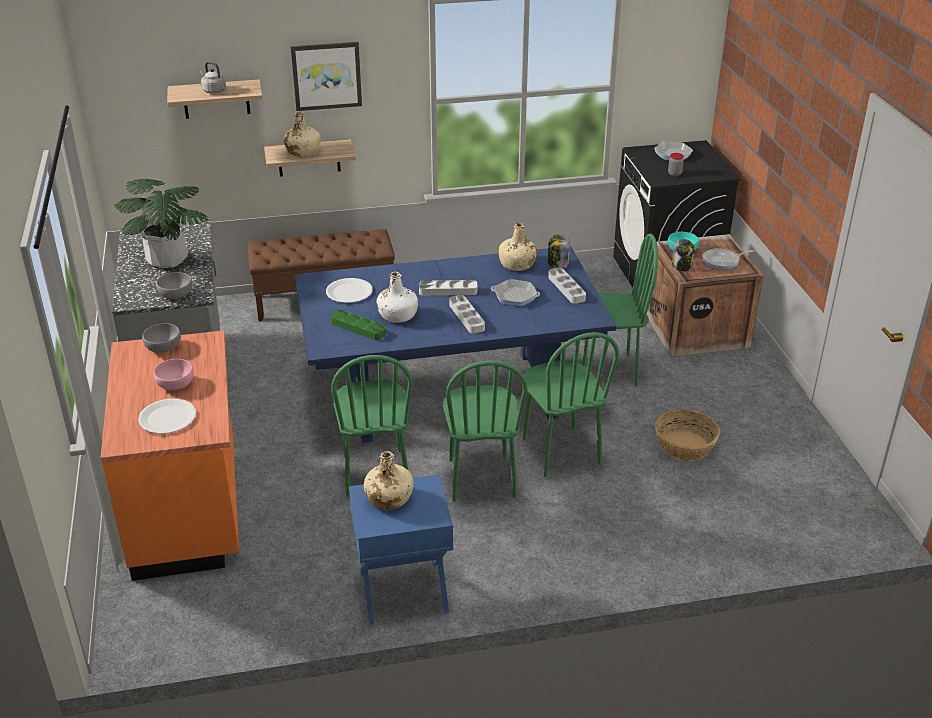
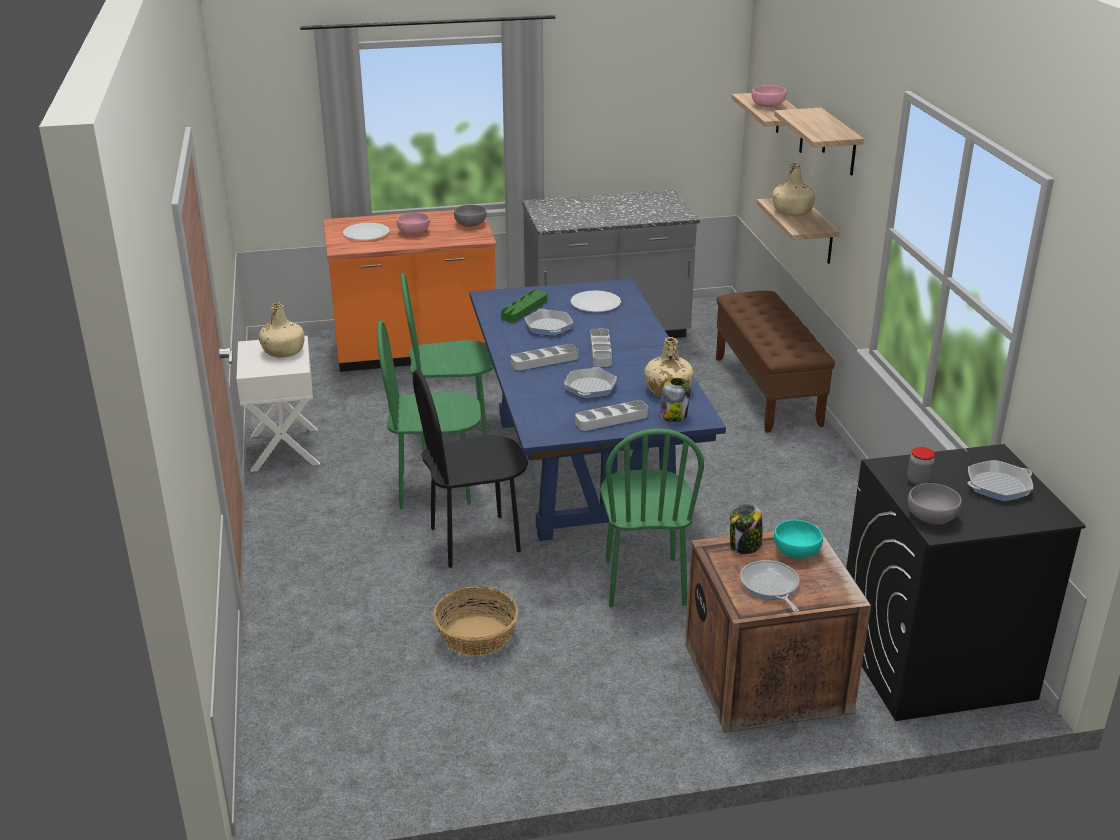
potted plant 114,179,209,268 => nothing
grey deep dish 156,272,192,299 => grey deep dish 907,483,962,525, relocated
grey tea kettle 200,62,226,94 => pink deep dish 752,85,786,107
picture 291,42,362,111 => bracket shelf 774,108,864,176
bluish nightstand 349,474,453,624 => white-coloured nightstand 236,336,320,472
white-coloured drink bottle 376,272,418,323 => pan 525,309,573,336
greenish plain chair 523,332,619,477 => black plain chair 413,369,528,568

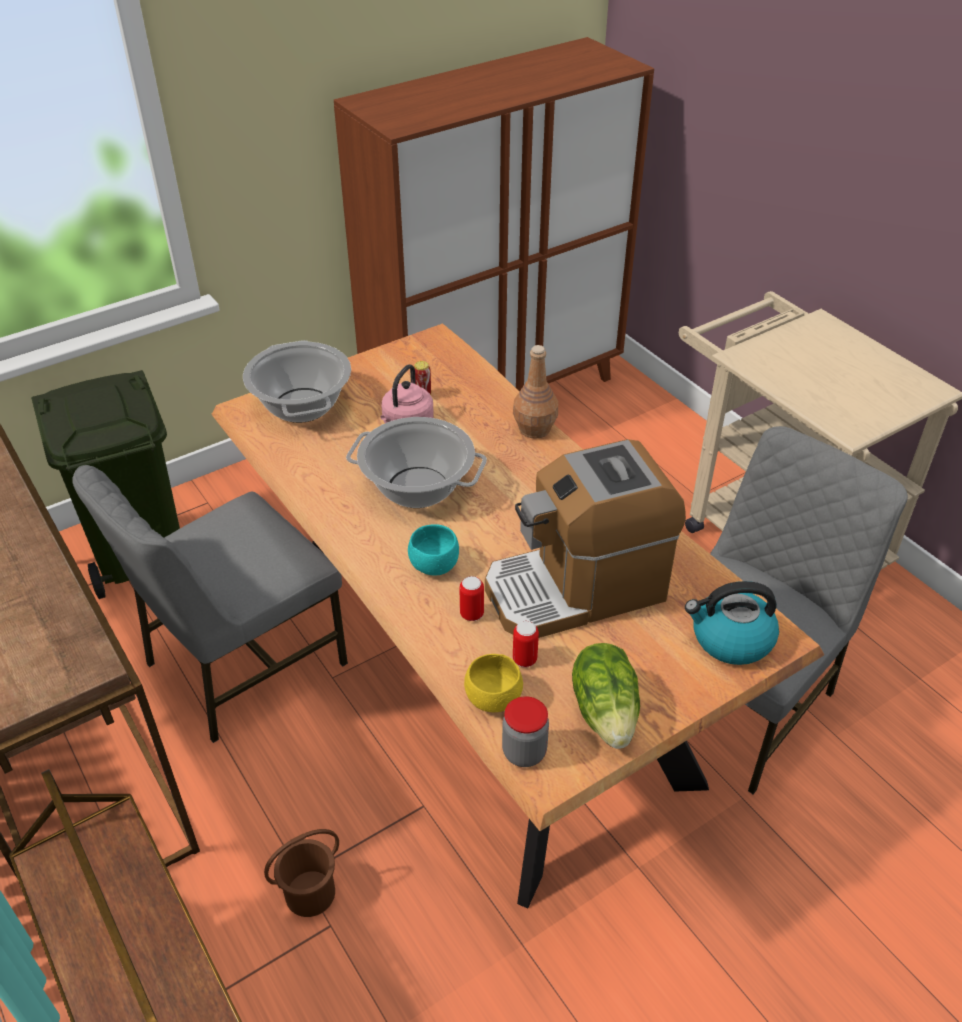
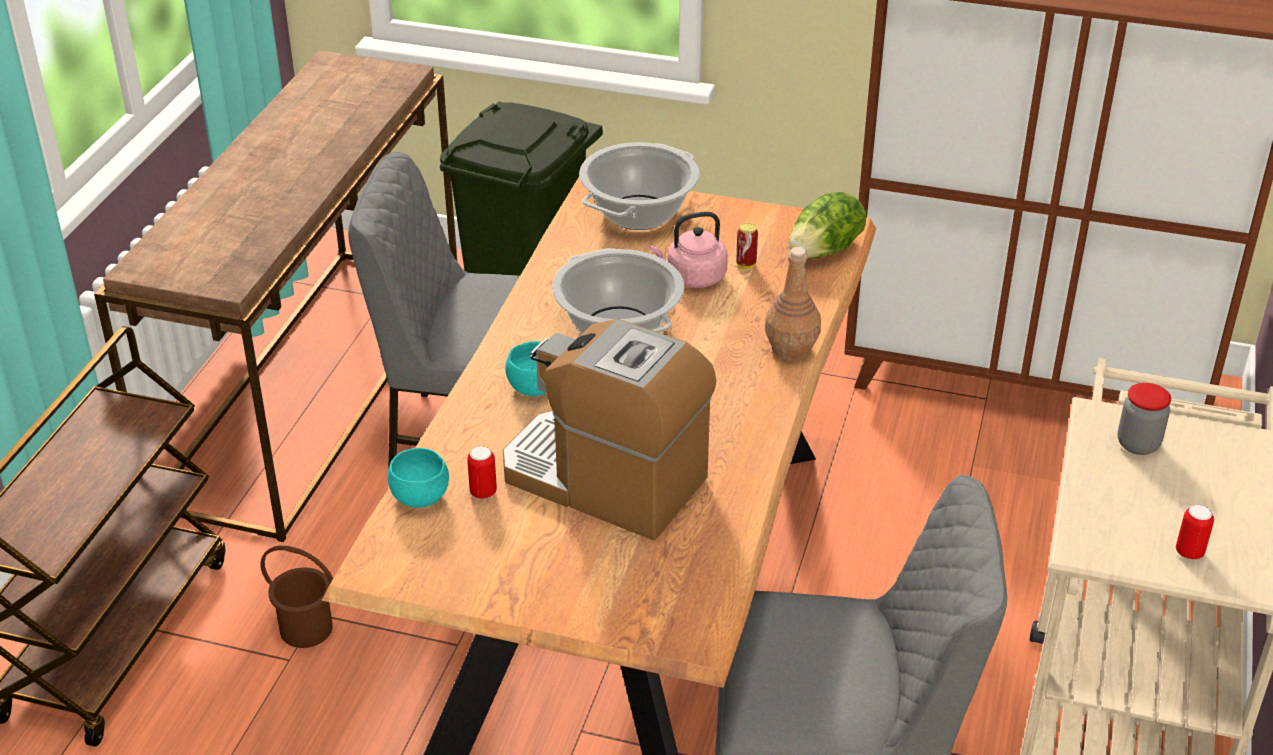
sealed can 459,576,484,621 => sealed can 1176,505,1214,560, relocated
yellow-coloured deep dish 464,654,523,712 => blue-green deep dish 388,448,449,508
jar 502,696,549,767 => jar 1118,383,1171,455, relocated
head of lettuce 572,643,640,749 => head of lettuce 789,192,866,258, relocated
tea kettle 685,581,779,665 => nothing

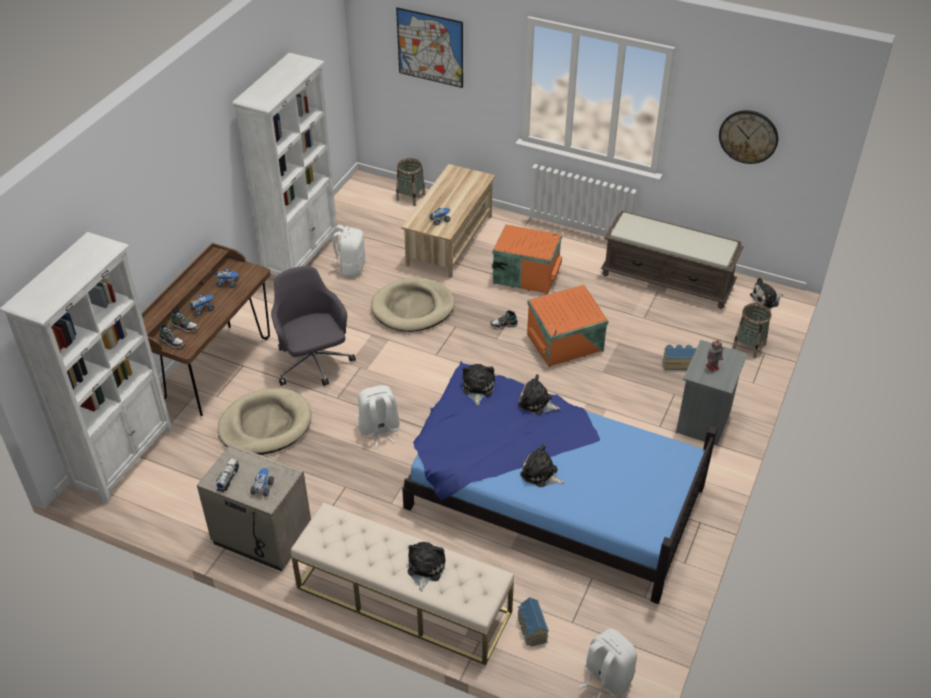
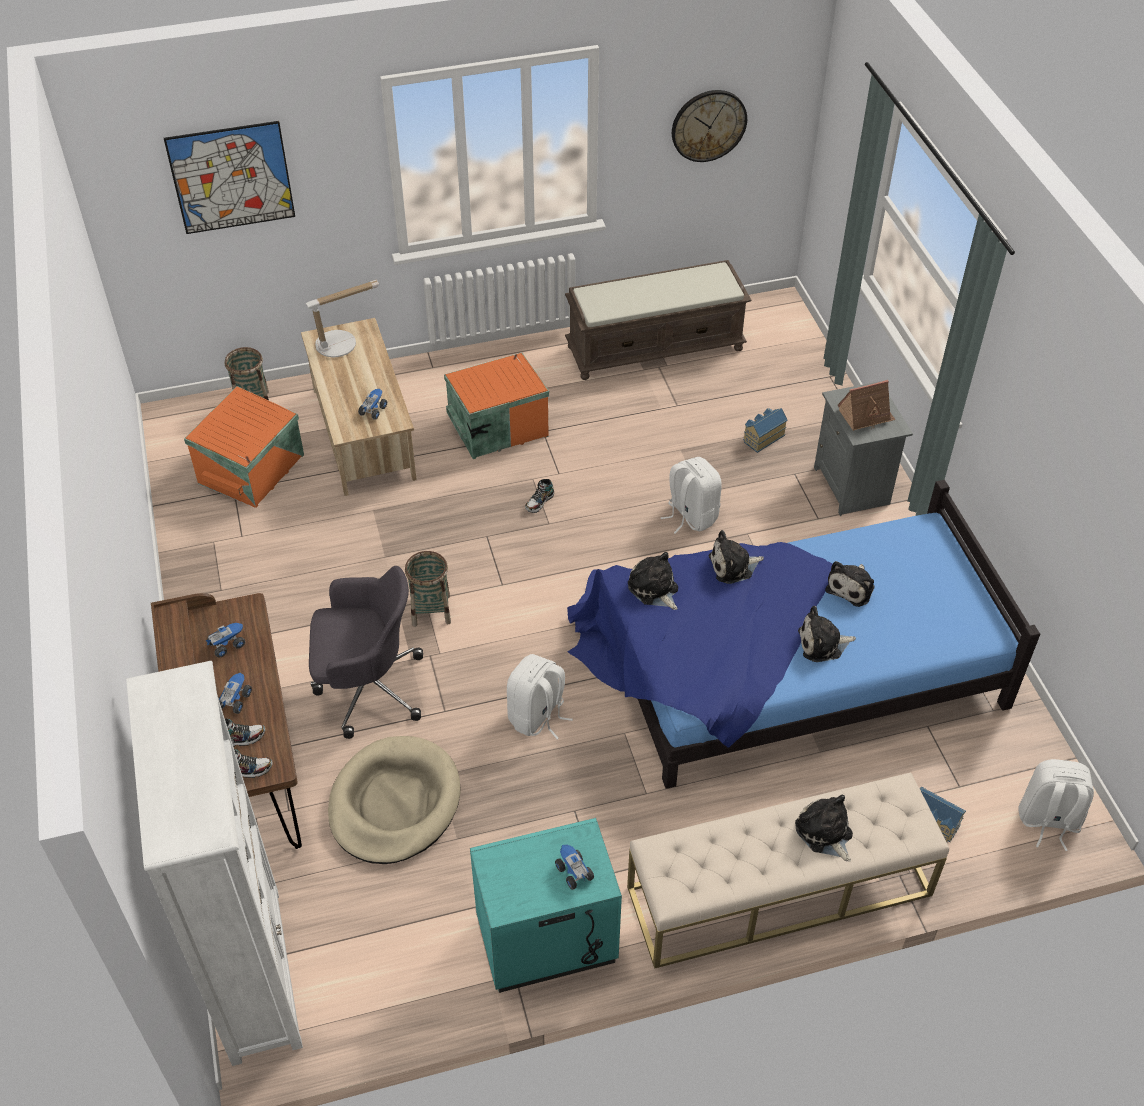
sand-coloured nightstand 197,444,311,571 => blue-green nightstand 470,818,622,993
toy lorry 216,458,239,492 => nothing
white-coloured bookshelf 232,53,337,276 => nothing
grey desk chair 271,266,356,386 => grey desk chair 309,566,423,739, 150 degrees clockwise
white-coloured backpack 330,225,365,277 => white-coloured backpack 661,457,722,534, relocated
sand-coloured dog cushion 371,278,455,332 => nothing
orange storage bin 527,285,608,367 => orange storage bin 184,386,304,508, relocated
model robot 706,339,723,372 => miniature house 837,380,896,431
storage basket 732,303,771,358 => storage basket 405,551,451,627, relocated
soft toy 750,278,783,309 => soft toy 825,561,875,607, relocated
nothing => table lamp 305,280,379,357

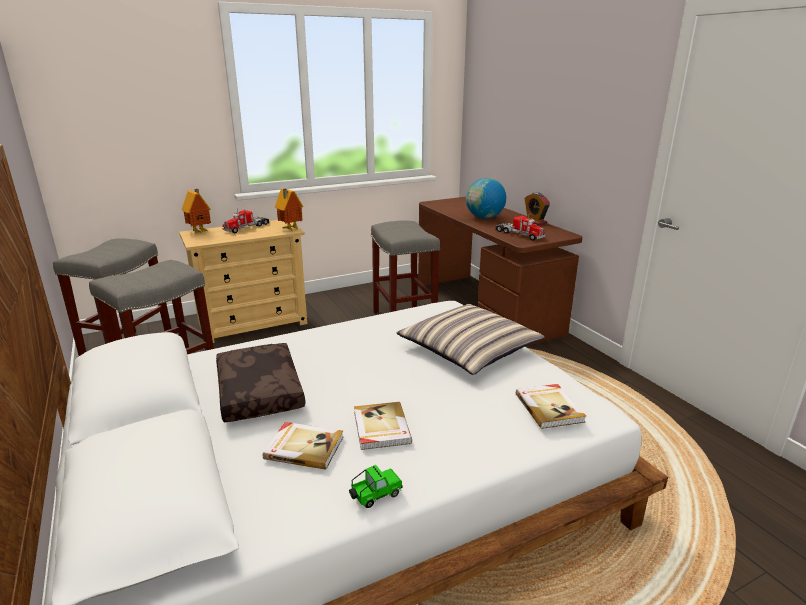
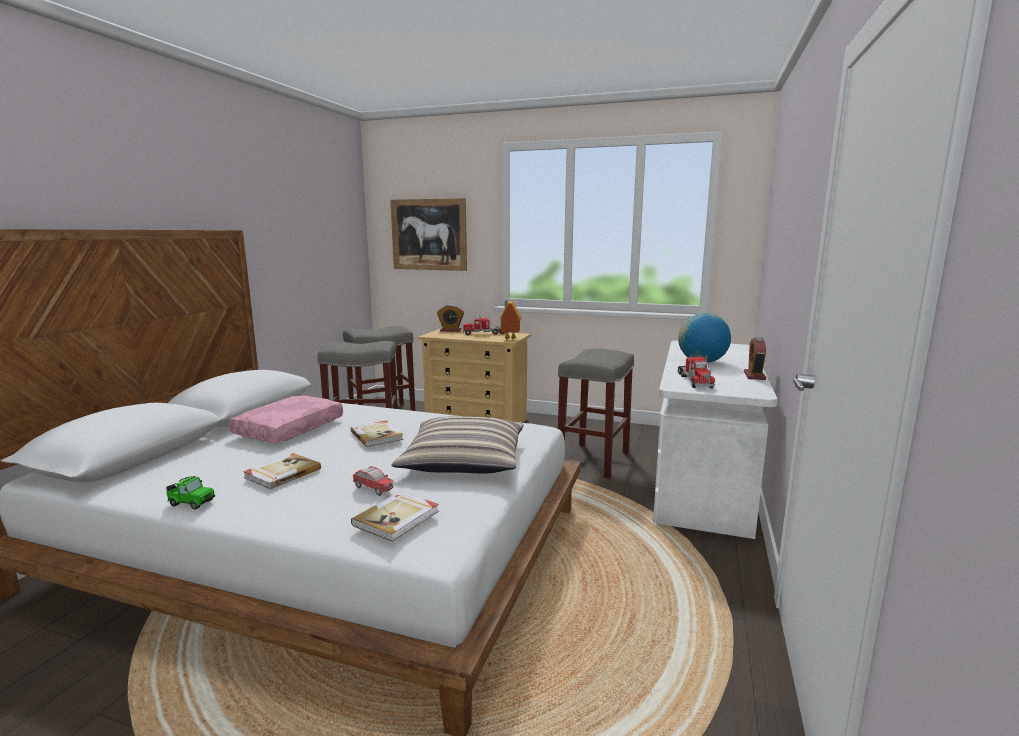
miniature house 182,189,211,233 => table clock 437,305,464,332
brown-coloured cushion 216,343,305,422 => pink cushion 229,396,343,443
volume 263,422,343,470 => volume 350,420,403,447, relocated
brown-coloured desk table 418,197,582,346 => white-coloured desk table 653,341,778,539
nothing => model car 353,466,394,496
nothing => picture 390,198,467,271

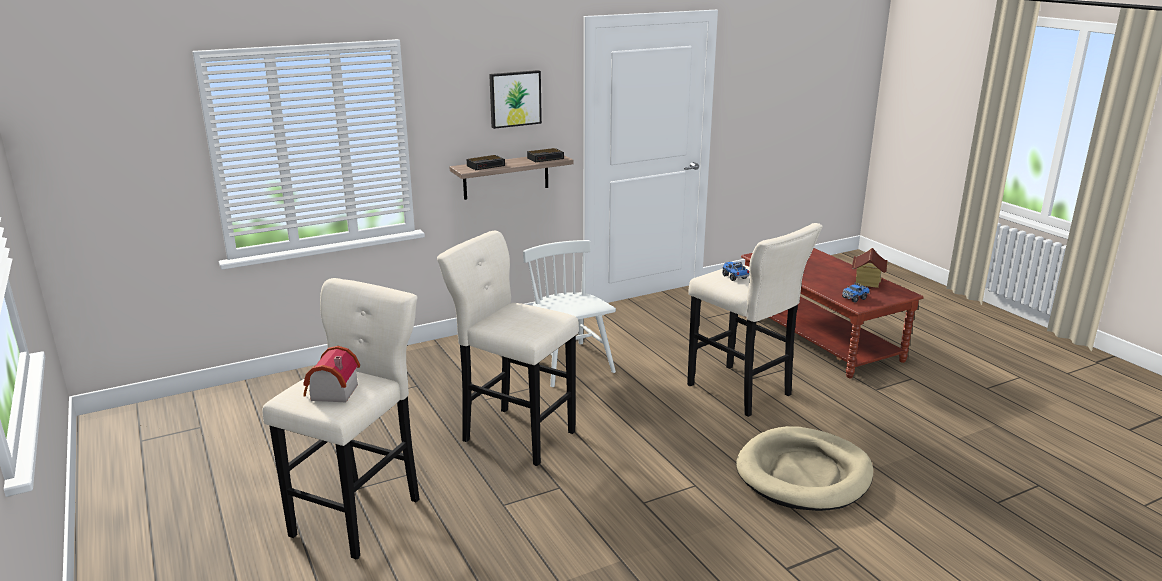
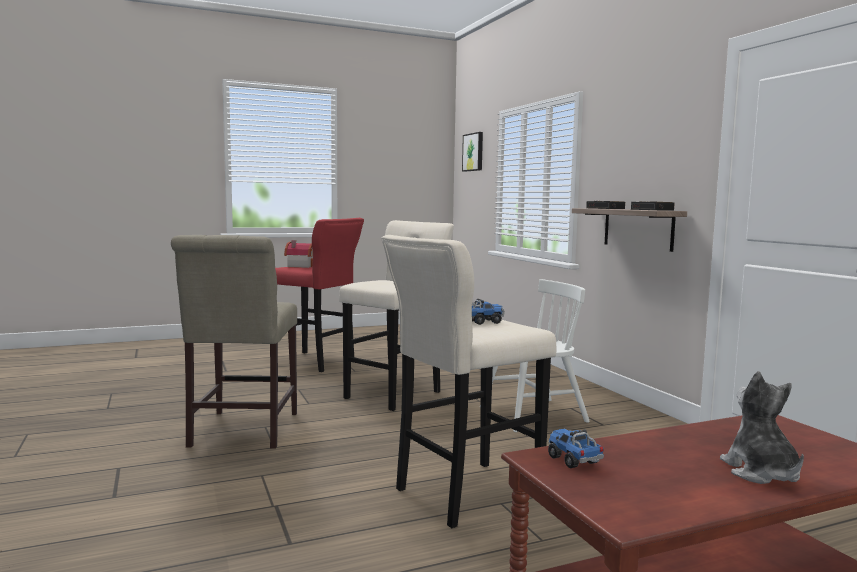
sand-coloured stool seat 263,278,420,560 => reddish stool seat 275,218,364,372
picture 489,70,542,129 => picture 462,132,483,172, relocated
sand-coloured dog cushion 736,426,873,511 => nothing
miniature house 852,248,888,288 => nothing
nothing => sand-coloured plain chair 171,235,297,449
nothing => soft toy 720,371,804,484

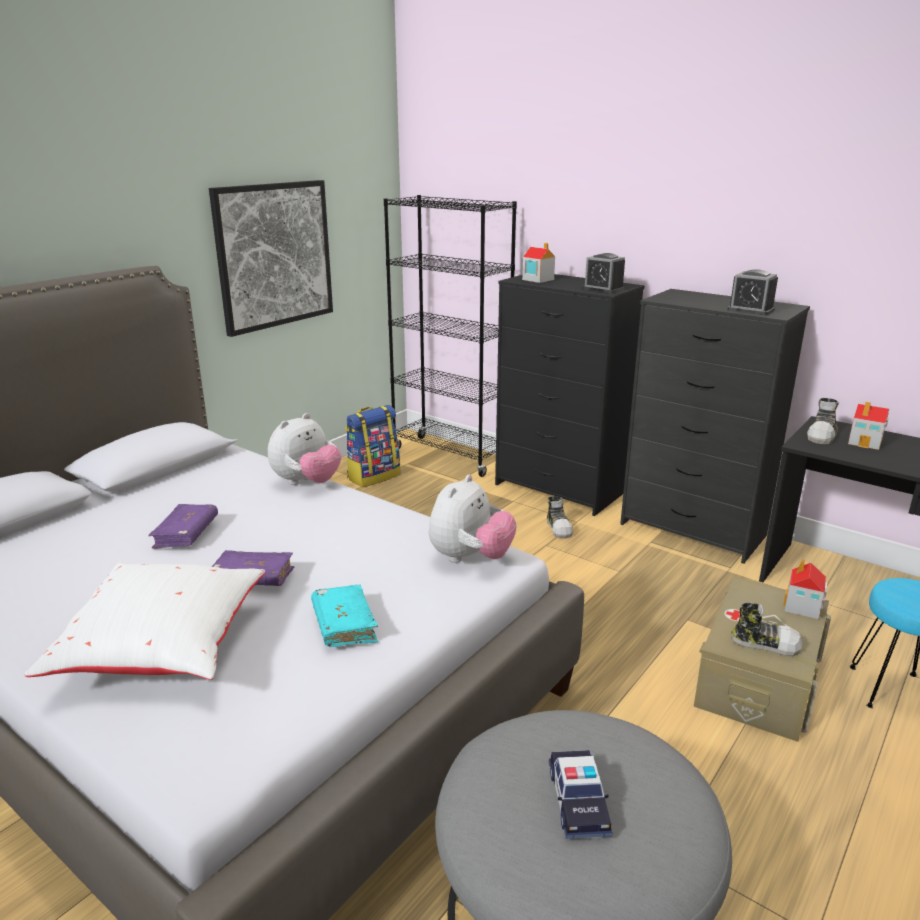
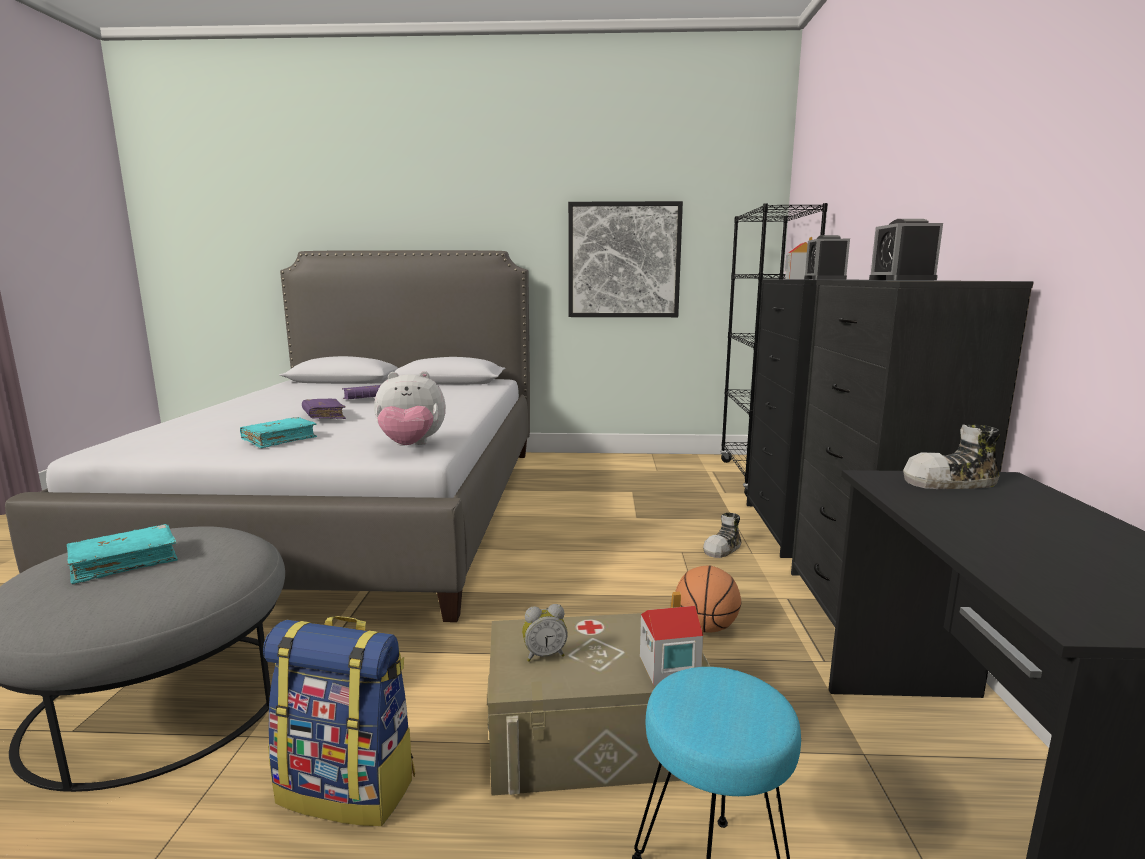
white-coloured cushion 25,562,265,680 => nothing
soft toy 268,413,342,485 => nothing
backpack 345,405,400,487 => backpack 263,616,415,826, relocated
model car 549,750,612,839 => blue-green volume 67,524,178,584
shoe 731,602,803,657 => table clock 522,604,568,662
miniature house 848,402,889,450 => nothing
nothing => ball for basketball 675,565,741,633

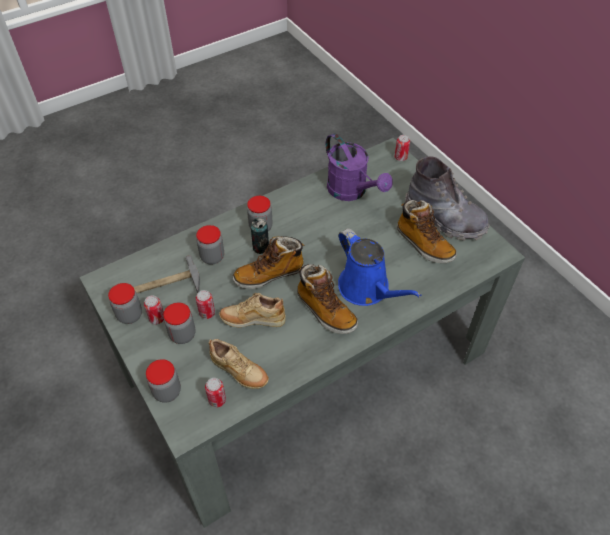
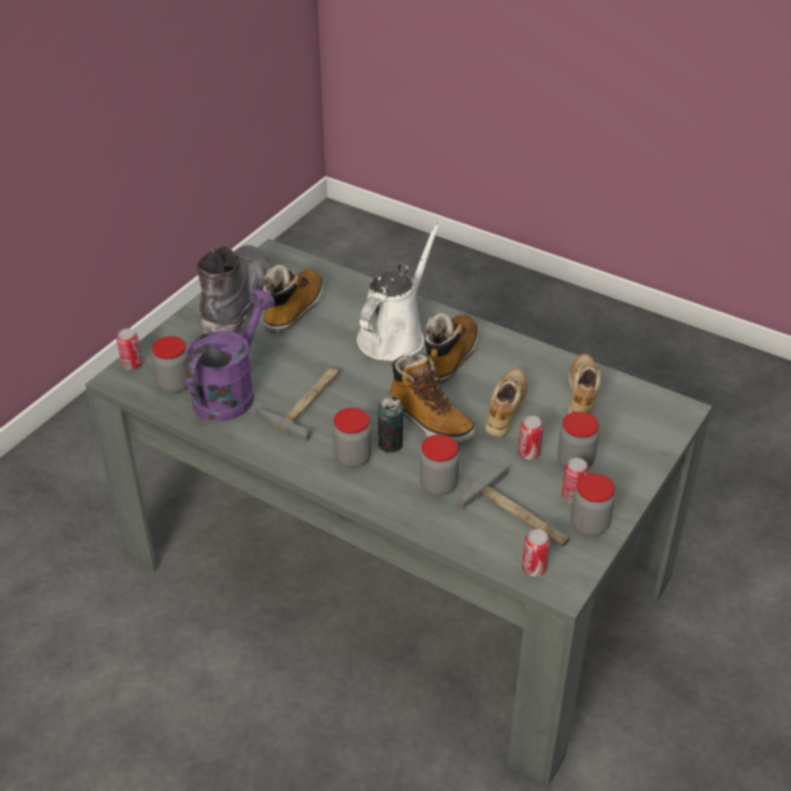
jar 146,359,181,403 => jar 152,336,189,393, relocated
sealed can 205,378,226,407 => sealed can 522,529,550,576, relocated
sand-coloured shoe 219,293,286,328 => sand-coloured shoe 485,368,527,437, 135 degrees counterclockwise
bluish watering can 338,228,422,306 => white-coloured watering can 357,222,441,361
nothing => tool hammer 256,366,340,441

